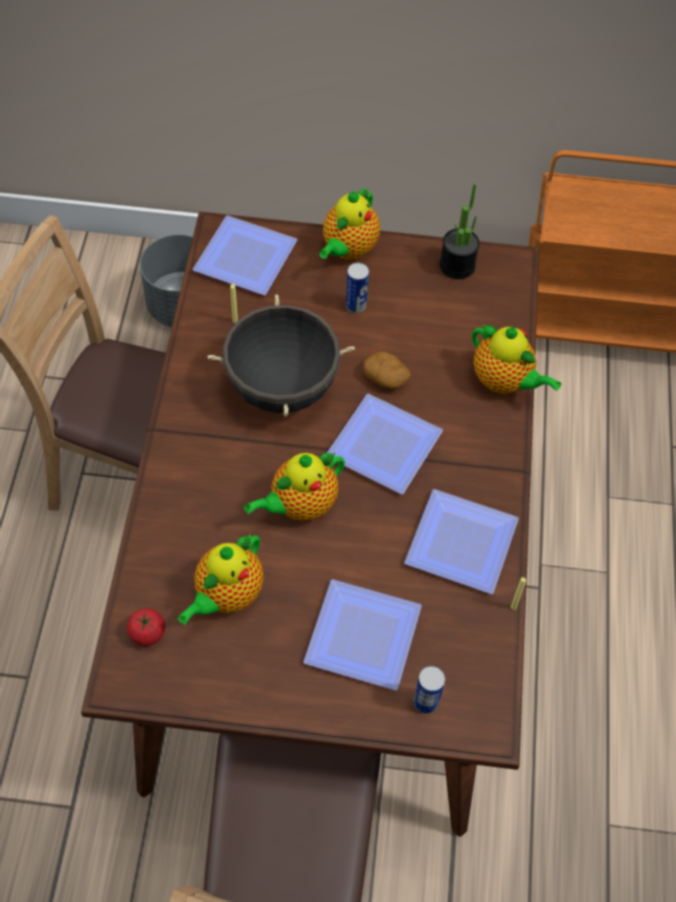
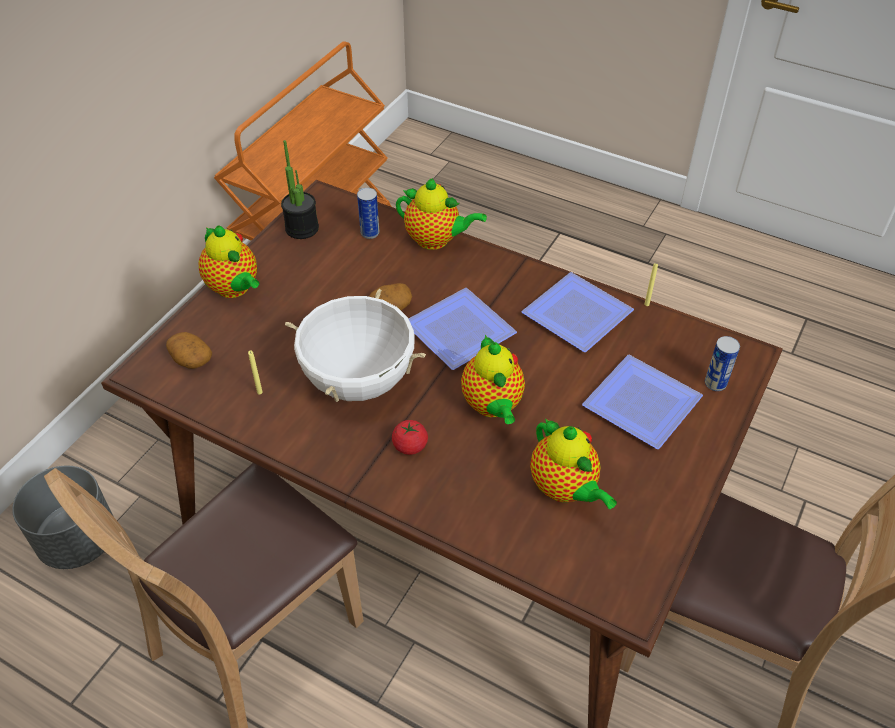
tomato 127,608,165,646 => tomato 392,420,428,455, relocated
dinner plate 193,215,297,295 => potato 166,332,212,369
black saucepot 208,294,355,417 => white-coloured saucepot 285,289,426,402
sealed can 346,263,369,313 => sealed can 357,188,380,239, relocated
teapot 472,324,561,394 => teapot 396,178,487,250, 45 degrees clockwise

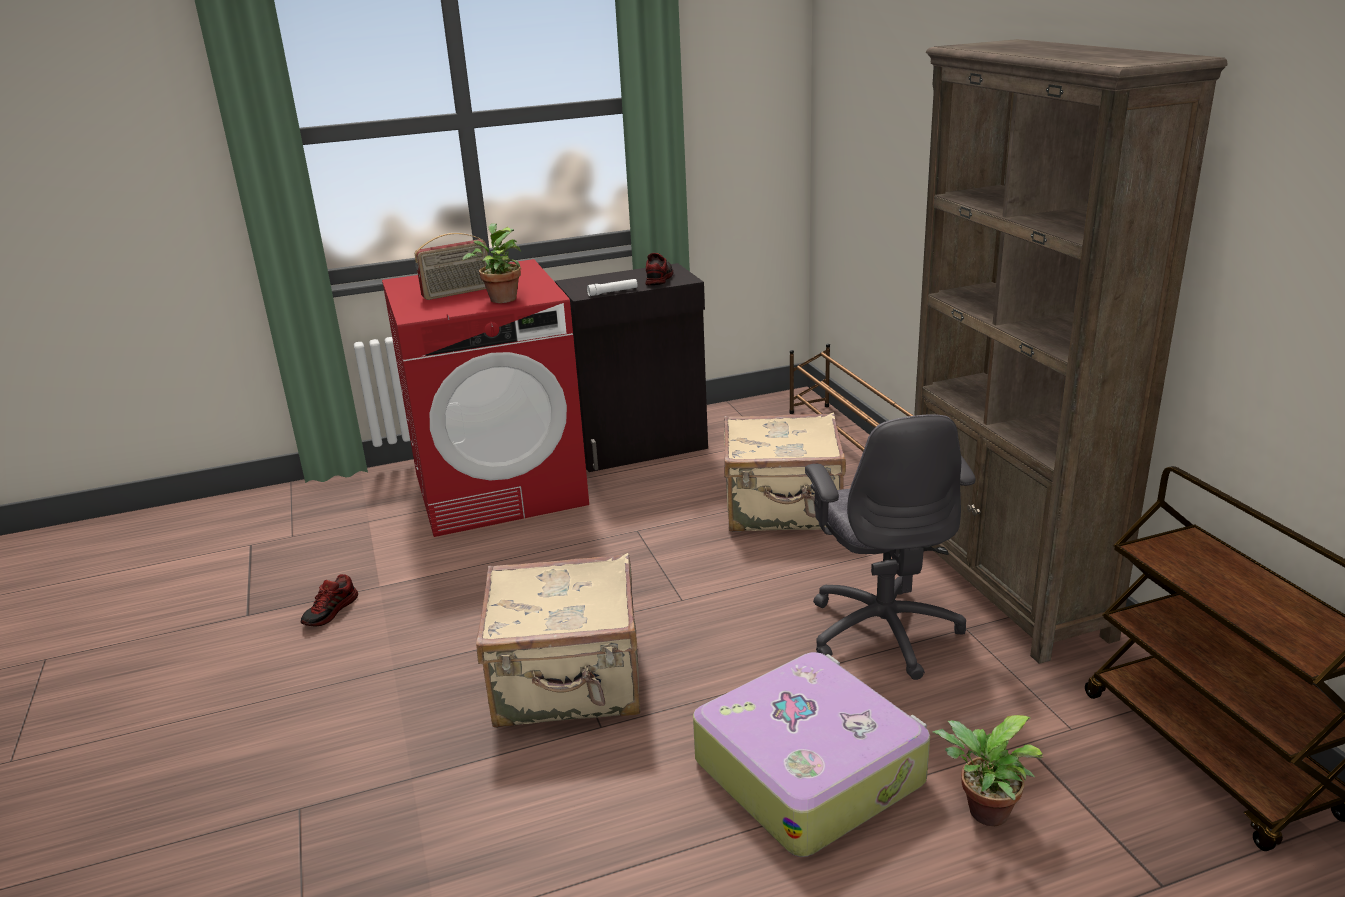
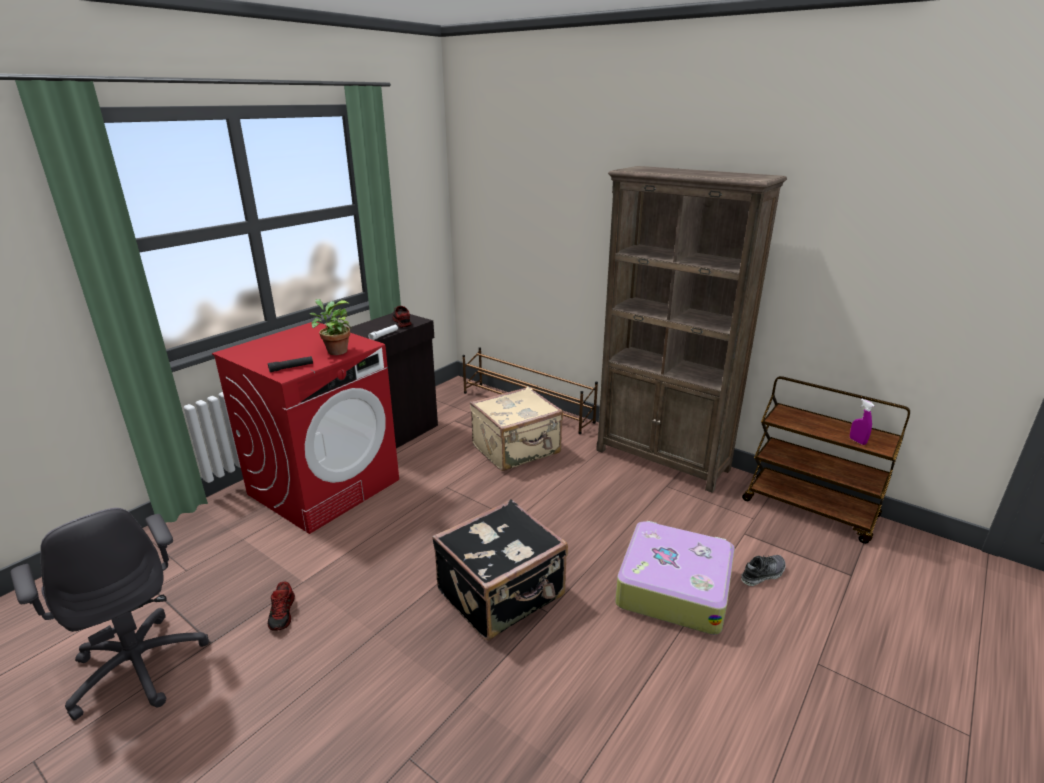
radio 415,233,488,300 => nothing
sand-coloured suitcase 476,553,640,728 => black suitcase 432,499,568,641
grey desk chair 805,414,976,680 => grey desk chair 11,508,209,720, relocated
potted plant 932,715,1043,826 => shoe 741,555,786,586
nothing => black flashlight 268,356,313,372
nothing => purplish spray bottle 850,399,874,445

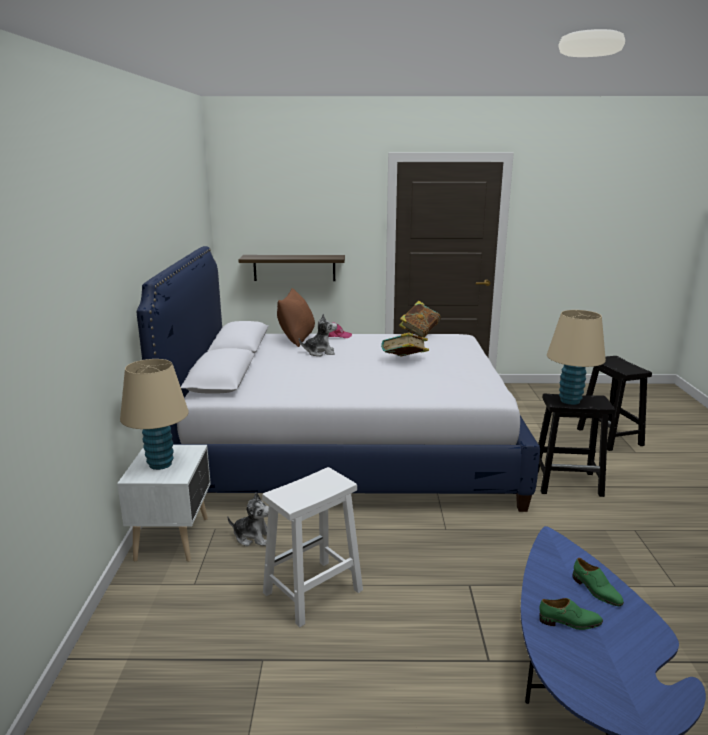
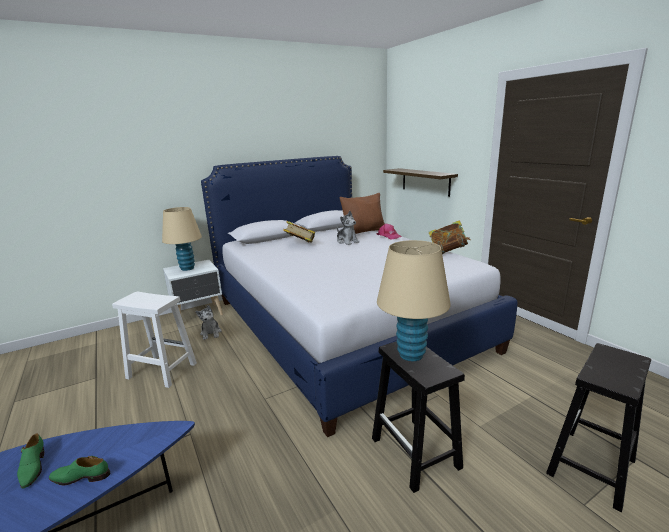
volume 381,332,429,357 => volume 283,221,315,243, relocated
greenish shoe 572,558,624,606 => greenish shoe 49,456,110,485, 60 degrees clockwise

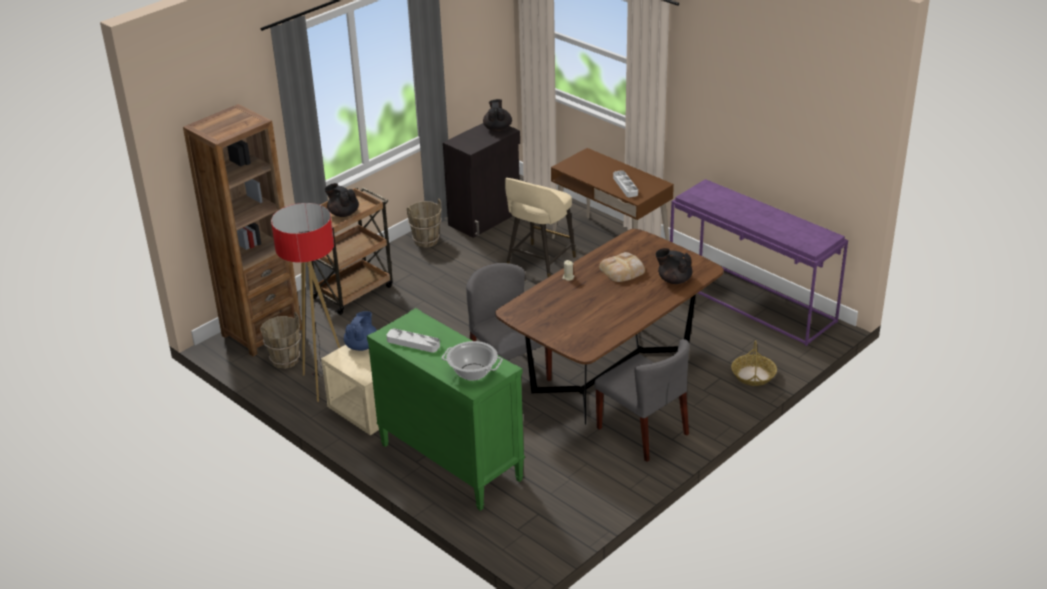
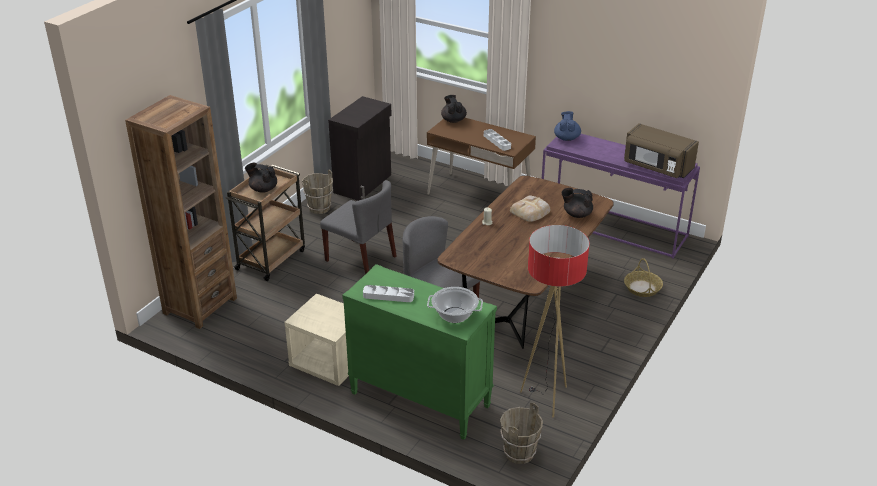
brown-coloured bucket 260,312,301,369 => brown-coloured bucket 500,402,543,464, relocated
floor lamp 271,203,340,402 => floor lamp 520,225,589,418, relocated
bluish teapot 344,311,377,351 => bluish teapot 554,111,581,141, relocated
black teapot 483,99,512,131 => black teapot 441,95,467,123, relocated
sand-coloured stool seat 505,178,576,277 => nothing
grey plain chair 595,339,690,462 => grey plain chair 320,180,397,274, relocated
nothing => brown-coloured microwave 624,123,699,178

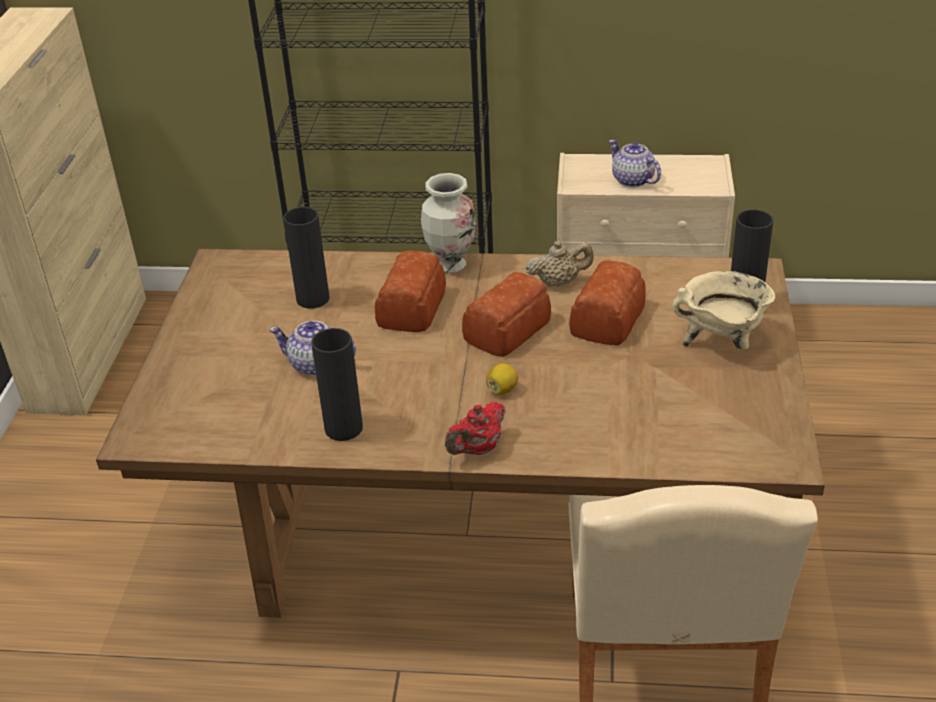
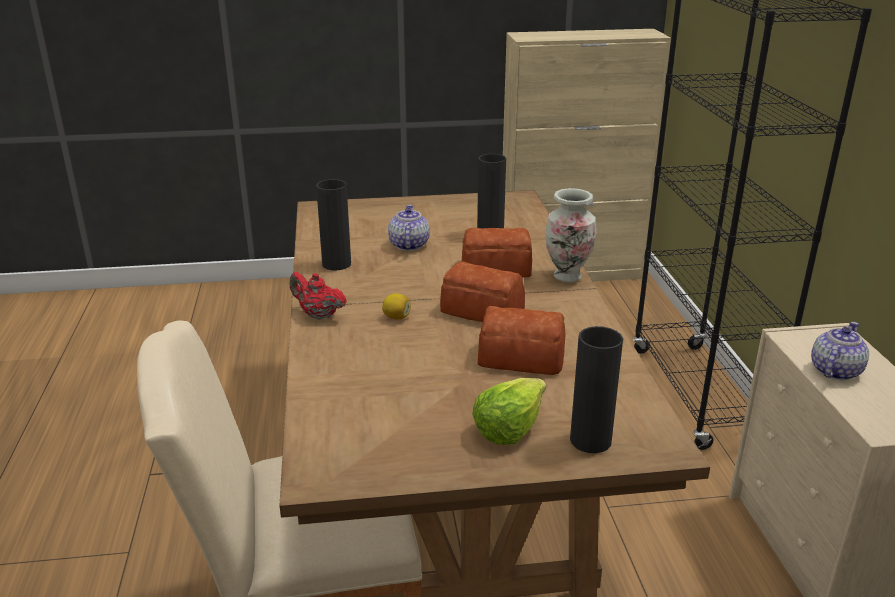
sand-coloured teapot 526,241,594,287 => nothing
sand-coloured saucepot 672,271,775,350 => head of lettuce 472,378,546,445

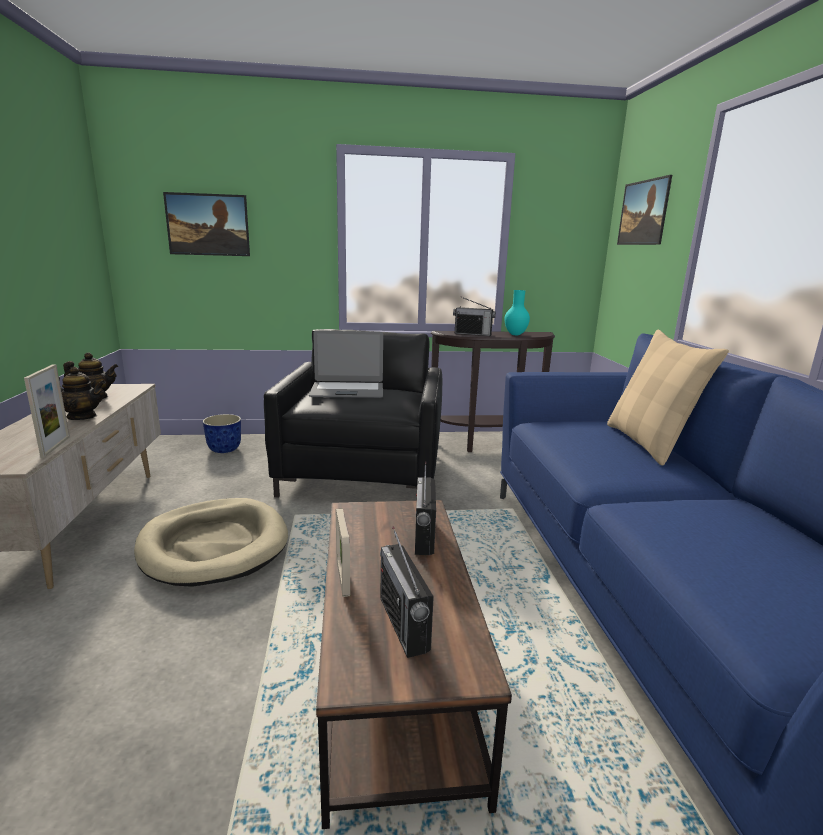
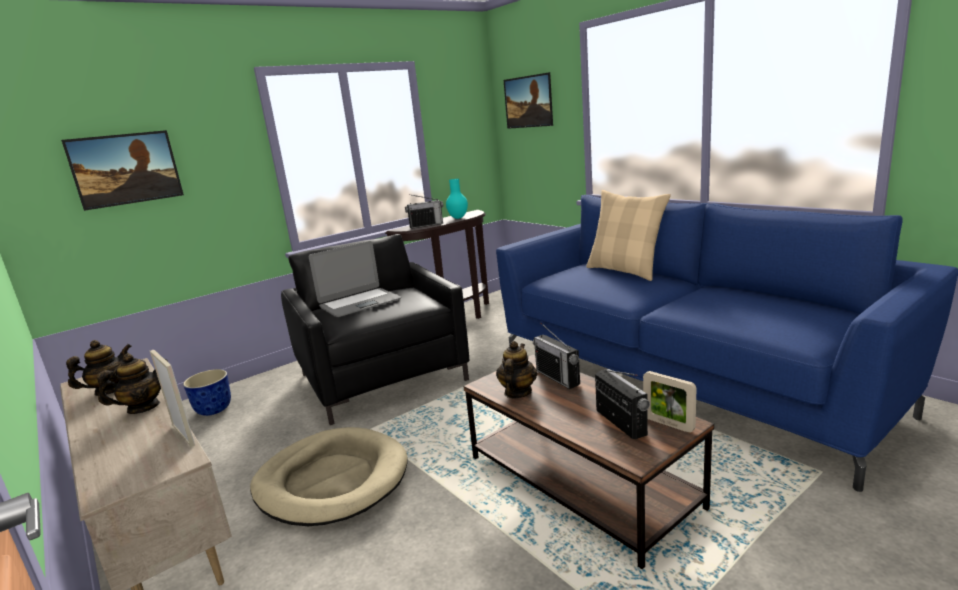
picture frame 336,509,350,597 => picture frame 643,371,696,433, relocated
radio 380,526,434,658 => radio 595,369,650,439, 150 degrees counterclockwise
nothing => teapot 496,341,537,398

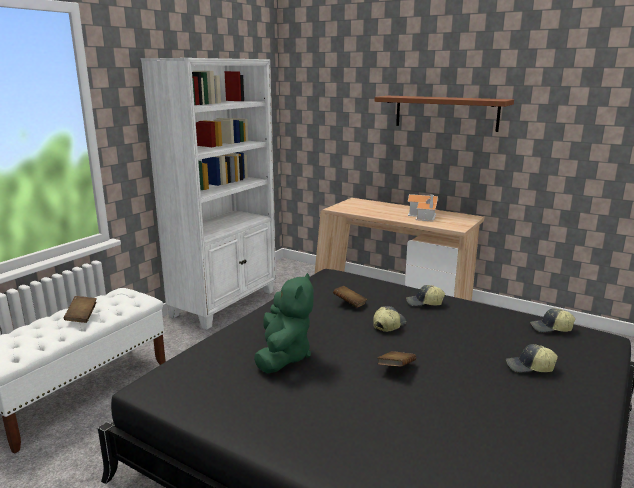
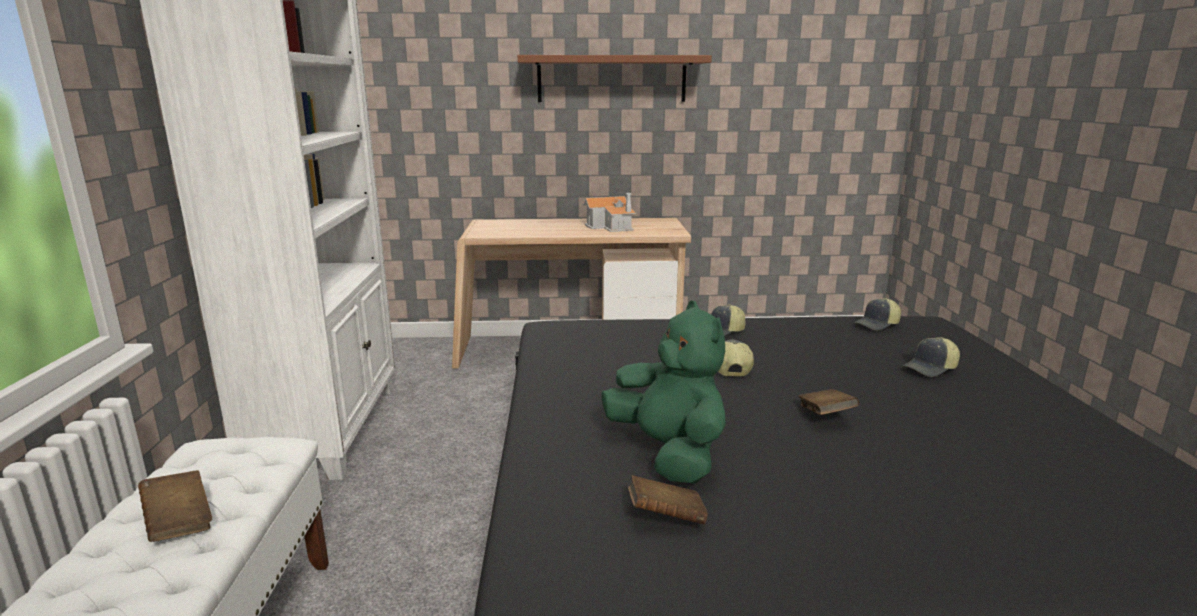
brown-coloured volume 333,286,367,308 => brown-coloured volume 628,475,708,525, relocated

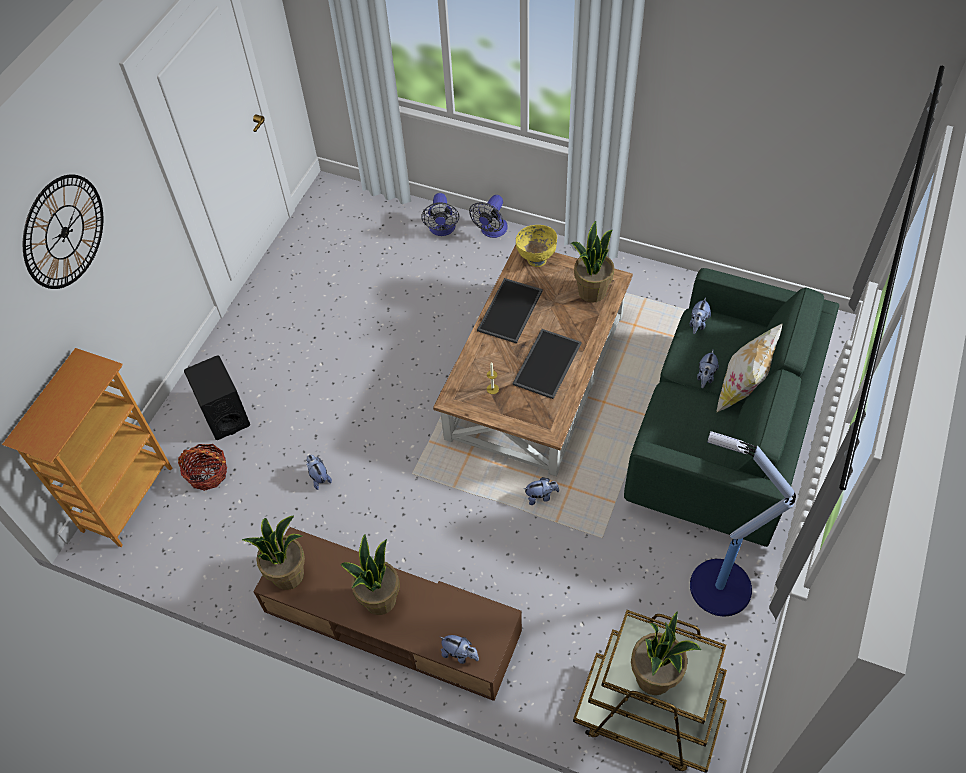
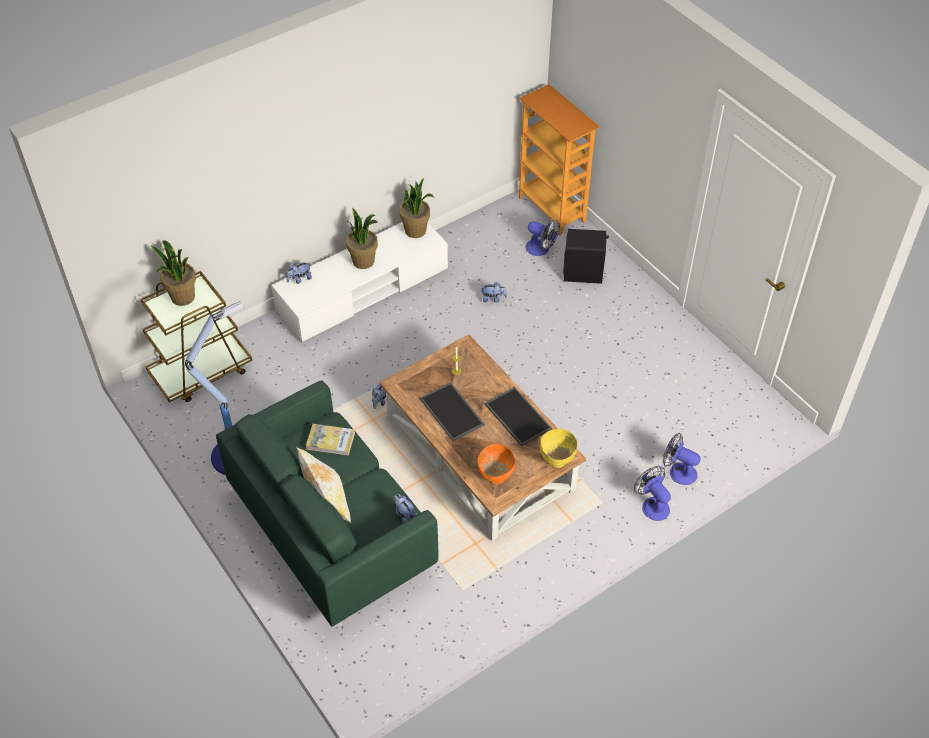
clock on the wall 23,175,103,289 => nothing
storage basket 178,444,227,491 => cooling fan 525,220,560,256
brown-coloured tv stand 253,527,522,701 => white-coloured tv stand 271,222,448,342
potted plant 571,221,614,303 => orange deep dish 478,444,515,484
soft toy 697,350,719,388 => nothing
nothing => volume 306,424,355,456

